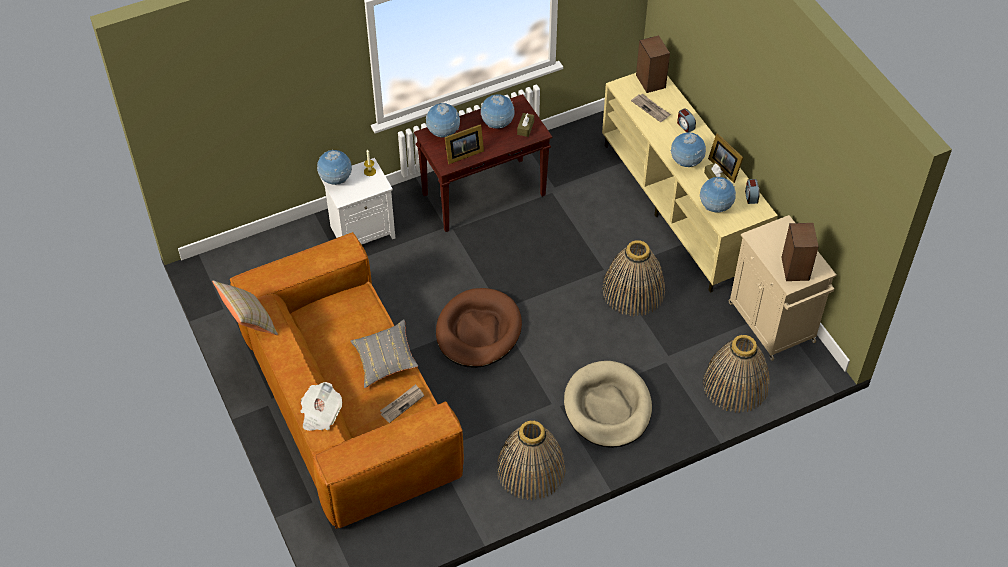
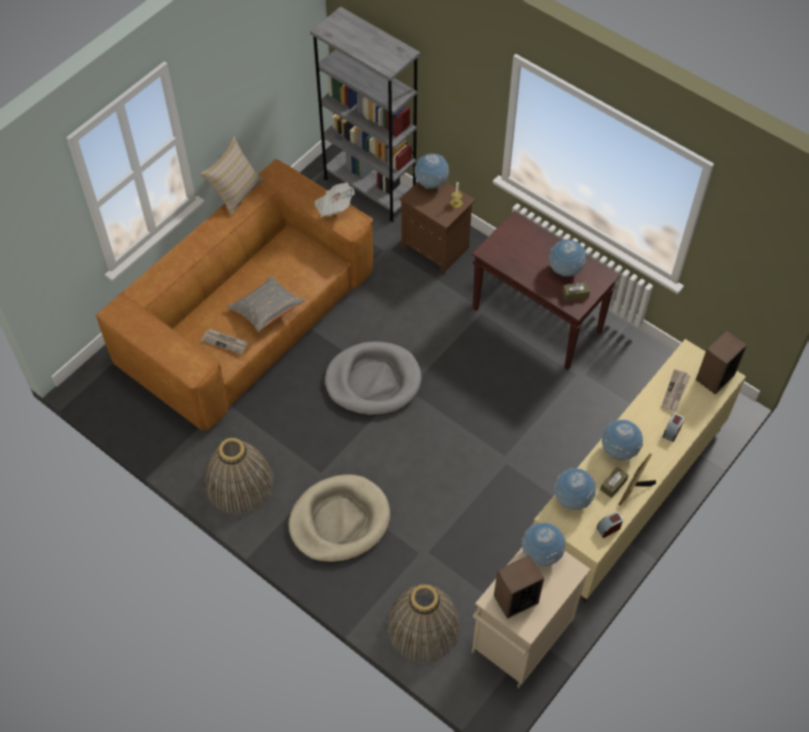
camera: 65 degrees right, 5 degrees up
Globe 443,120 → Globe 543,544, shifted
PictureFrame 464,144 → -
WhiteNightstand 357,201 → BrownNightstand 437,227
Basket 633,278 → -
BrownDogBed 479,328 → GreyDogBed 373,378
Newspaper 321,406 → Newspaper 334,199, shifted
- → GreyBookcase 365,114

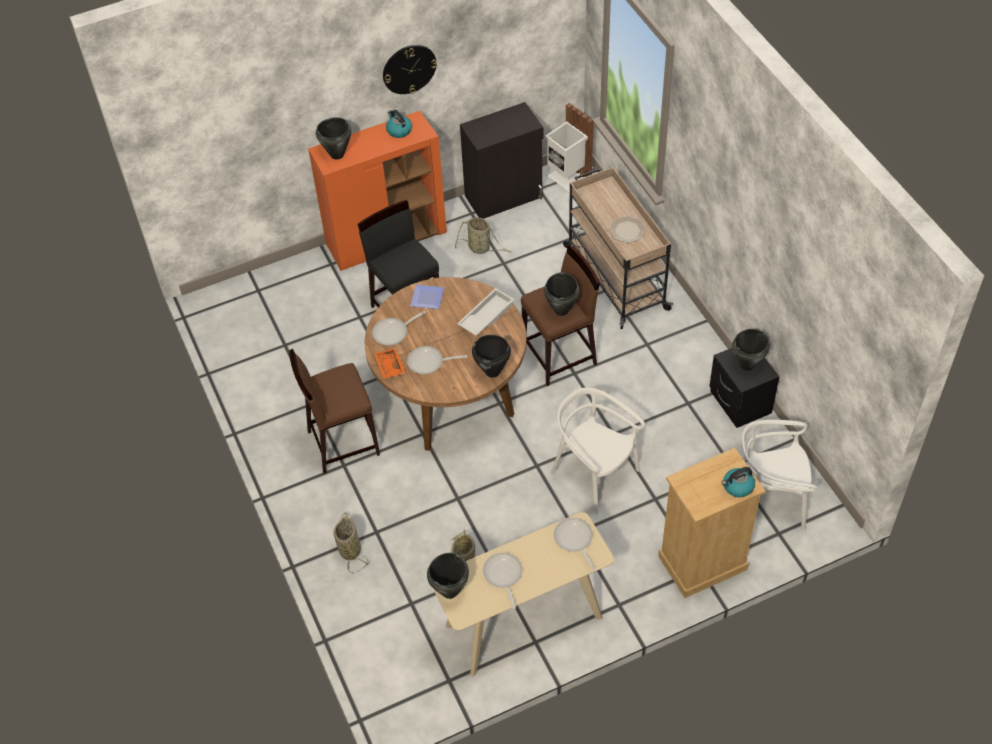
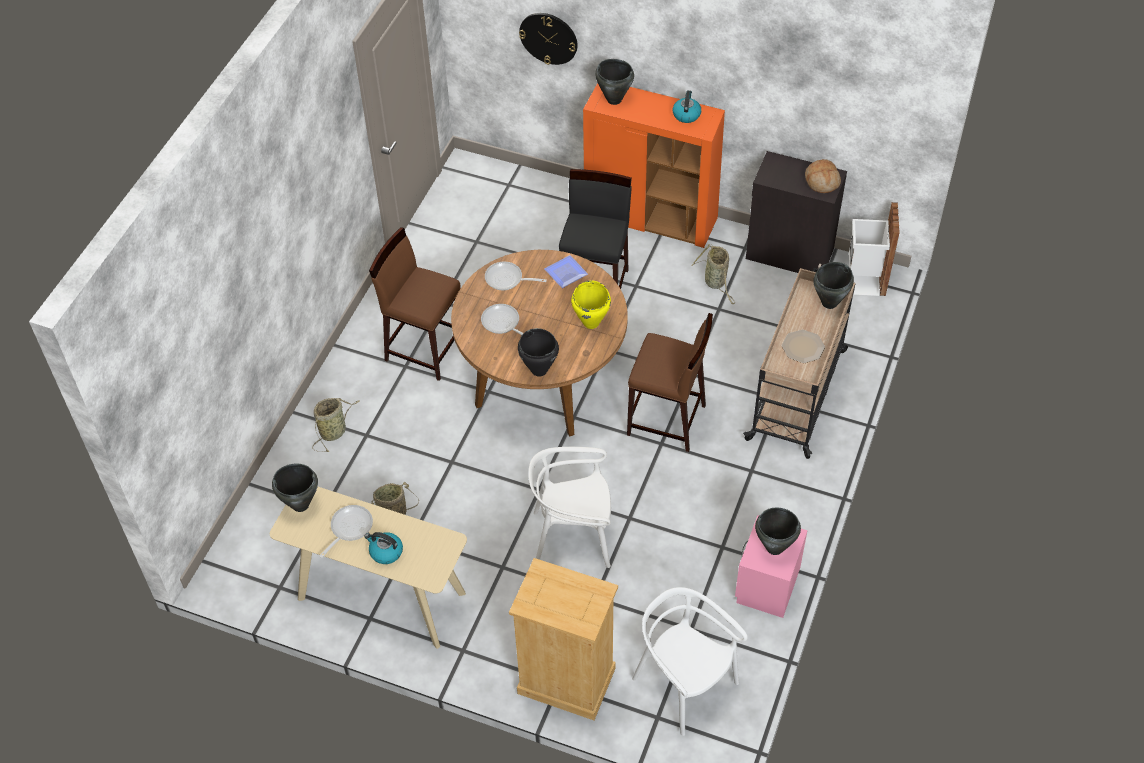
camera: 45 degrees right, 0 degrees up
WallClock 410,69 → WallClock 548,39, shifted
BlackCookingPot 561,294 → BlackCookingPot 833,285, shifted
WhiteTray 485,312 → YellowCookingPot 591,304
OrangeTray 389,363 → -
BlackNightstand 744,388 → PinkNightstand 771,566
WhiteChair 598,451 → WhiteChair 570,507, 90 degrees counterclockwise
Kettle 738,482 → Kettle 383,548, shifted
FryingPan 574,544 → -
- → Bread 823,176

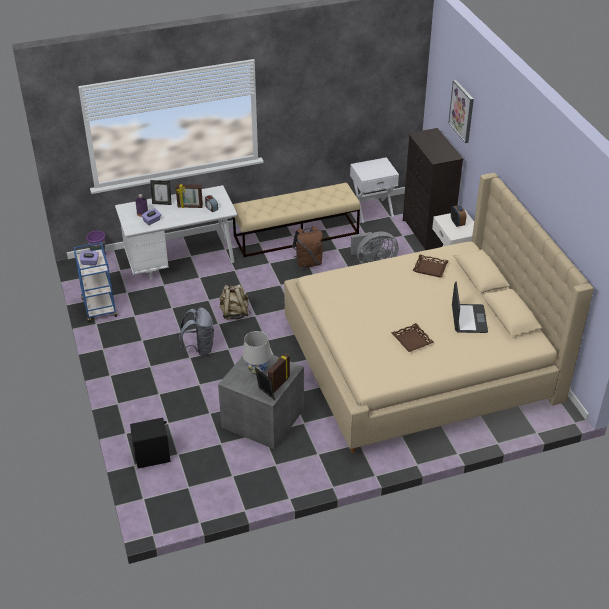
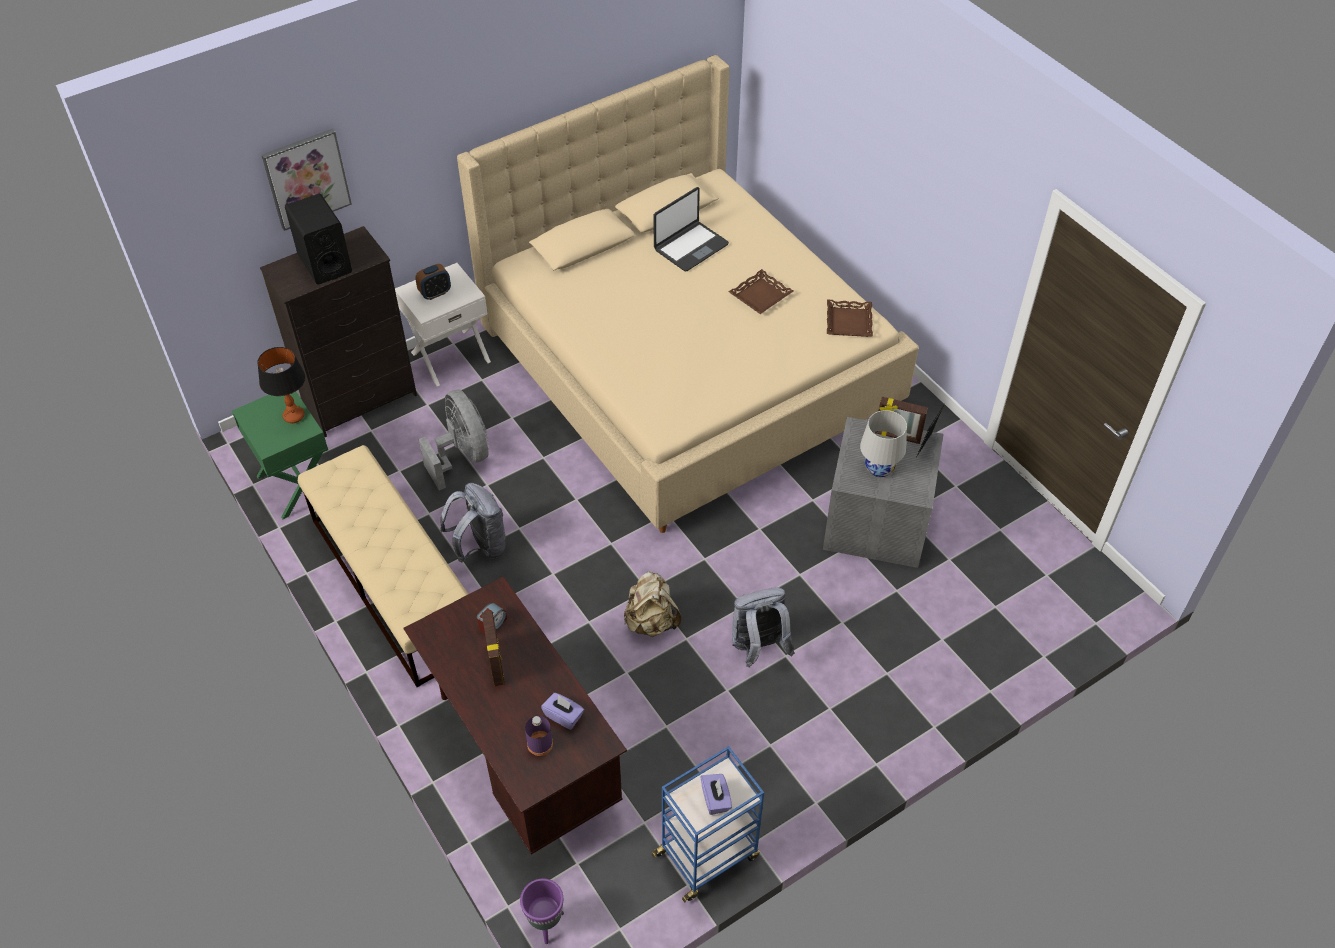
camera: 105 degrees left, 10 degrees up
WhiteNightstand 374,190 → GreenNightstand 280,455
PictureFrame 161,192 → -
WhiteDesk 176,232 → BrownDesk 515,716
BrownBackpack 307,247 → GreyBackpack 473,523
BrownTray 431,265 → BrownTray 850,318, shifted
Laptop 470,307 → Laptop 691,229, 150 degrees clockwise
BlackSpeaker 150,443 → BlackSpeaker 318,239, shifted
- → TableLamp 281,385

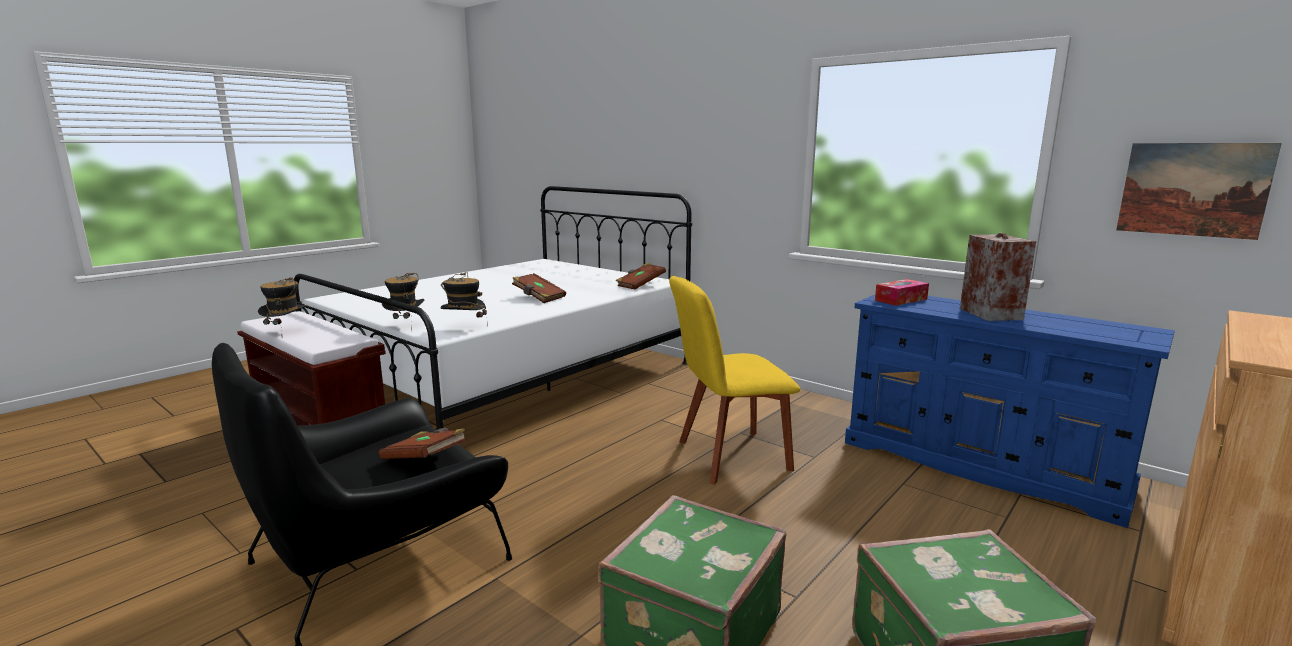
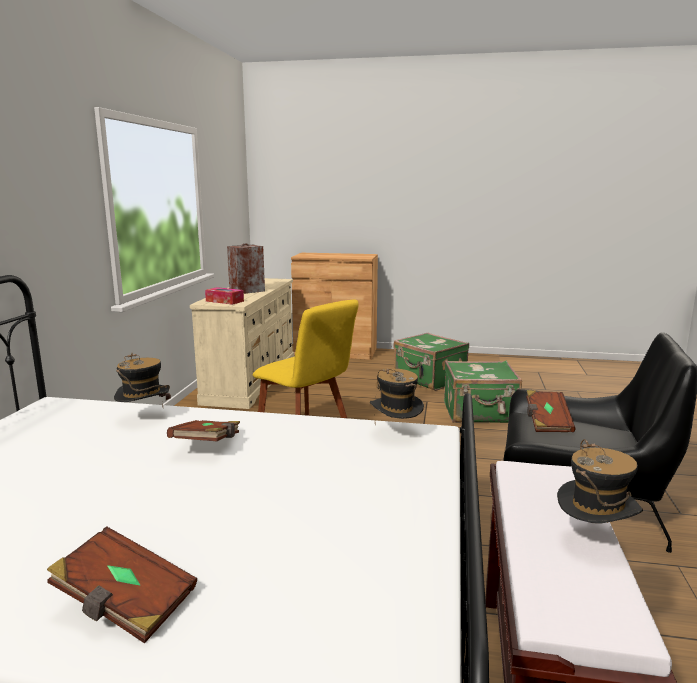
camera: 120 degrees left, 0 degrees up
Picture 1199,191 → -
BrownBook 641,276 → BrownBook 122,584, shifted
Hat 403,301 → Hat 142,378, shifted
BlueDresser 1010,411 → BeigeDresser 242,343

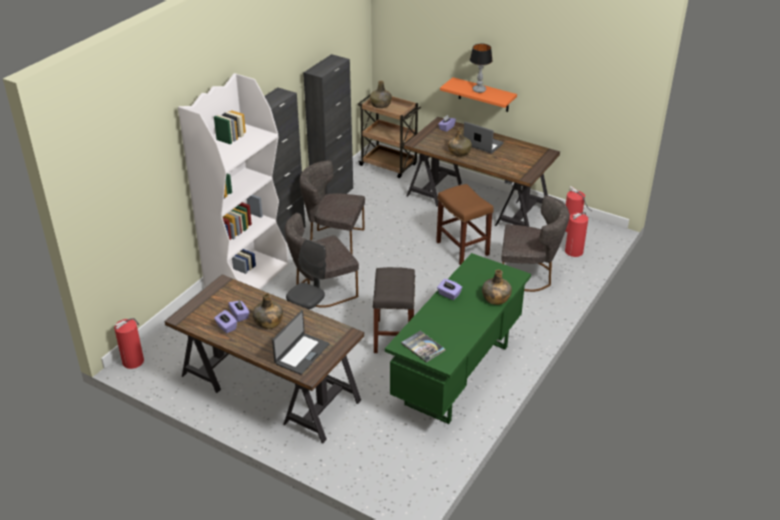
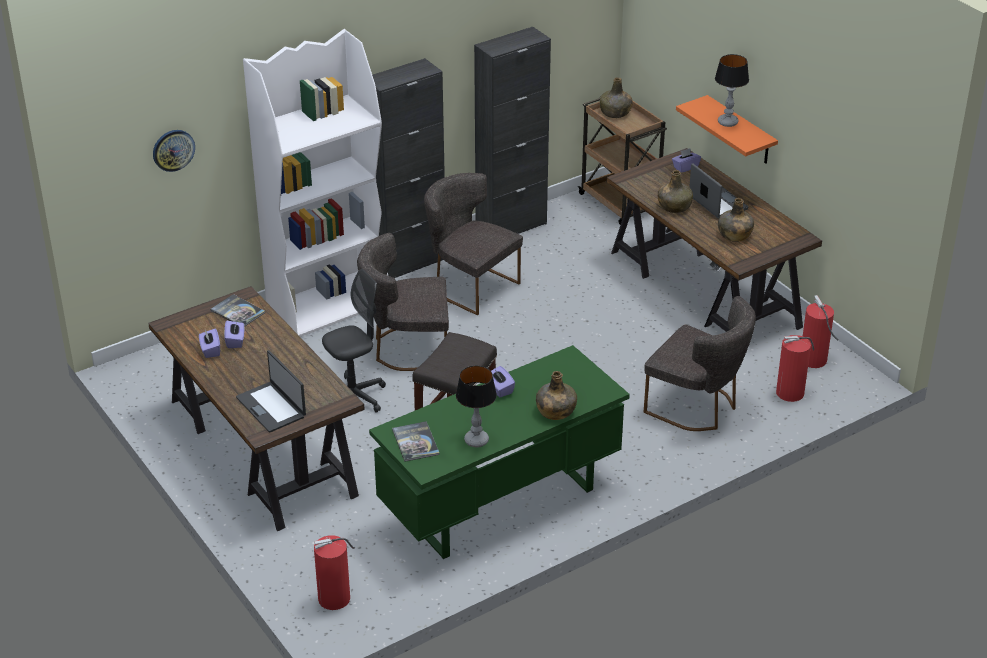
camera: 25 degrees right, 0 degrees up
BrownStool 465,224 → -
GreenBottle 268,311 → GreenBottle 736,220, shifted
Laptop 301,342 → Laptop 271,391, 90 degrees clockwise
FireExtinguisher 129,343 → FireExtinguisher 334,572, shifted
- → WallClock 174,151
- → Book 237,310
- → TableLamp 476,406

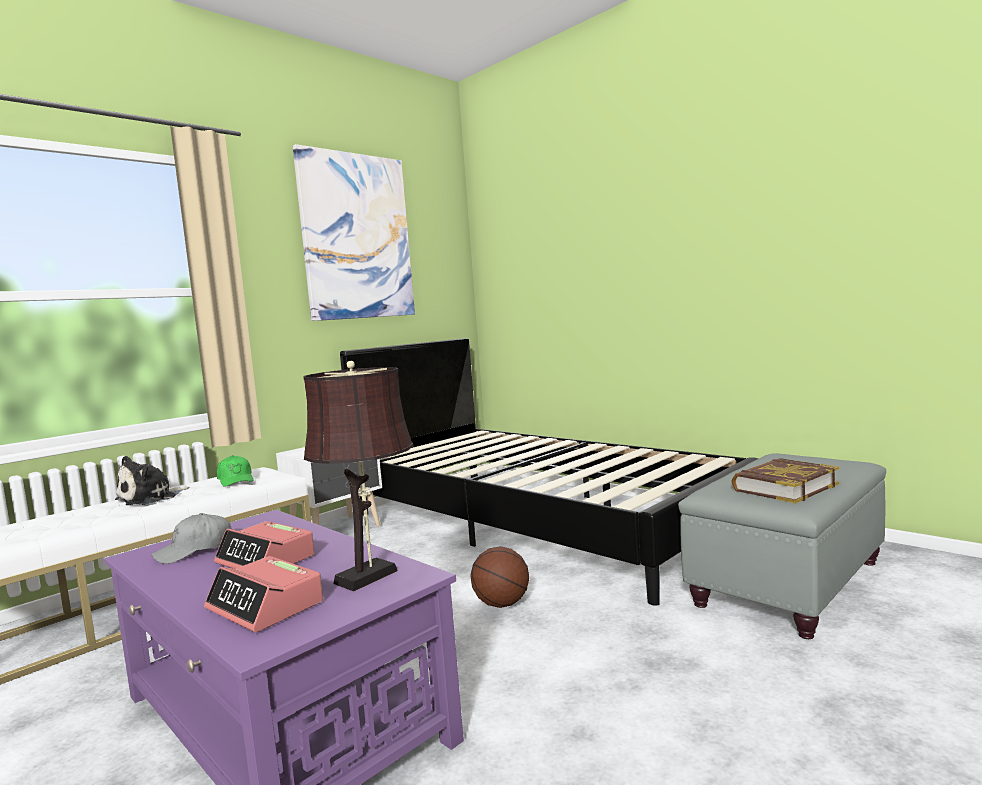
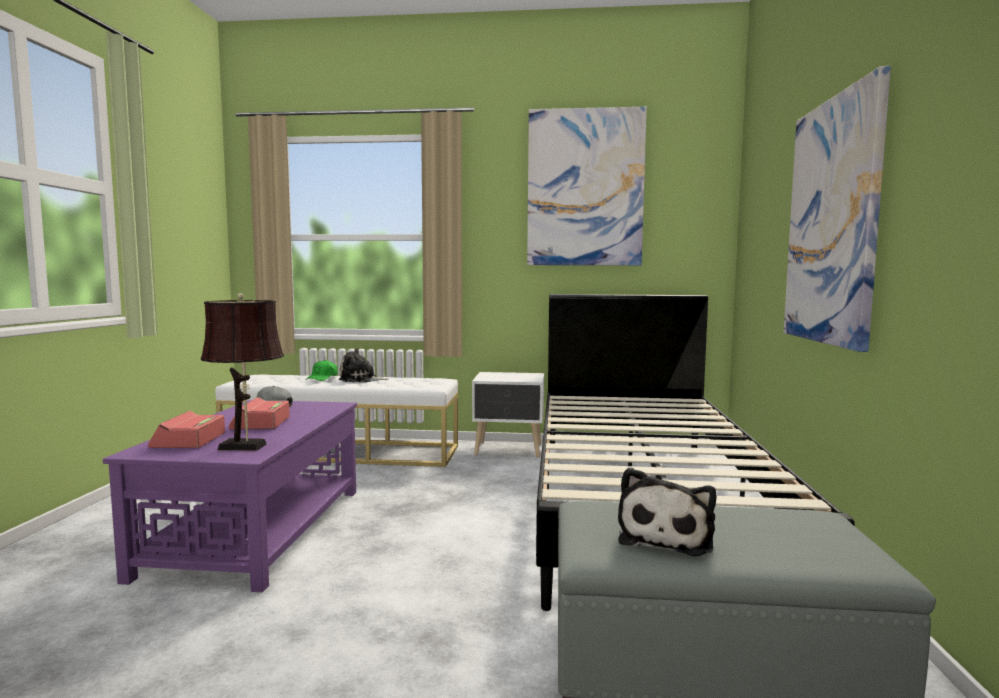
camera: 50 degrees right, 0 degrees up
GreenCap 235,471 → GreenCap 321,370, shifted
Book 785,480 → PlushToy 667,511
Basketball 499,577 → -
- → Picture 837,209

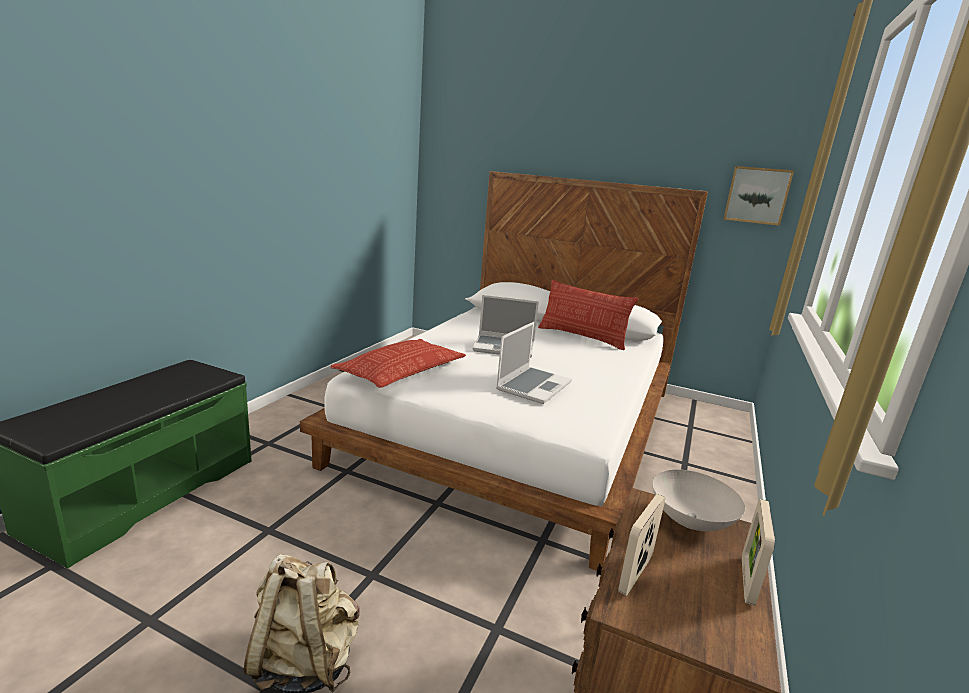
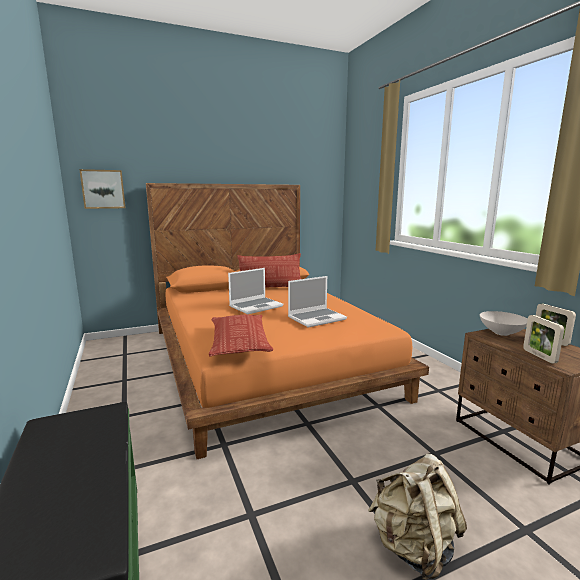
camera: 45 degrees left, 5 degrees down
Picture 758,196 → Picture 102,189, shifted
WhiteBed 504,371 → OrangeBed 287,321
Laptop 534,363 → Laptop 317,302, 75 degrees clockwise

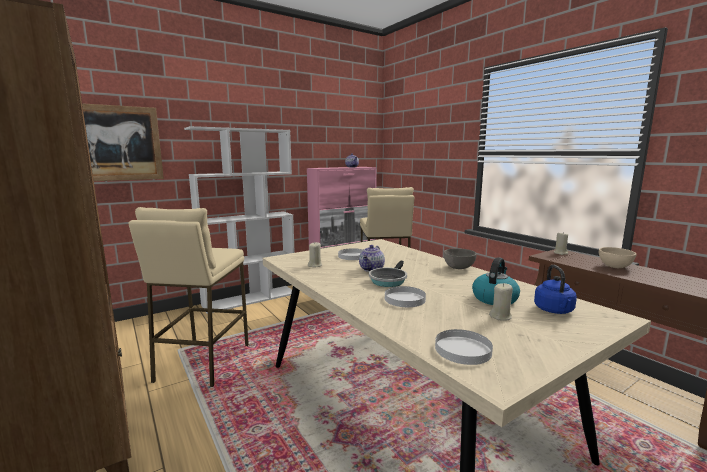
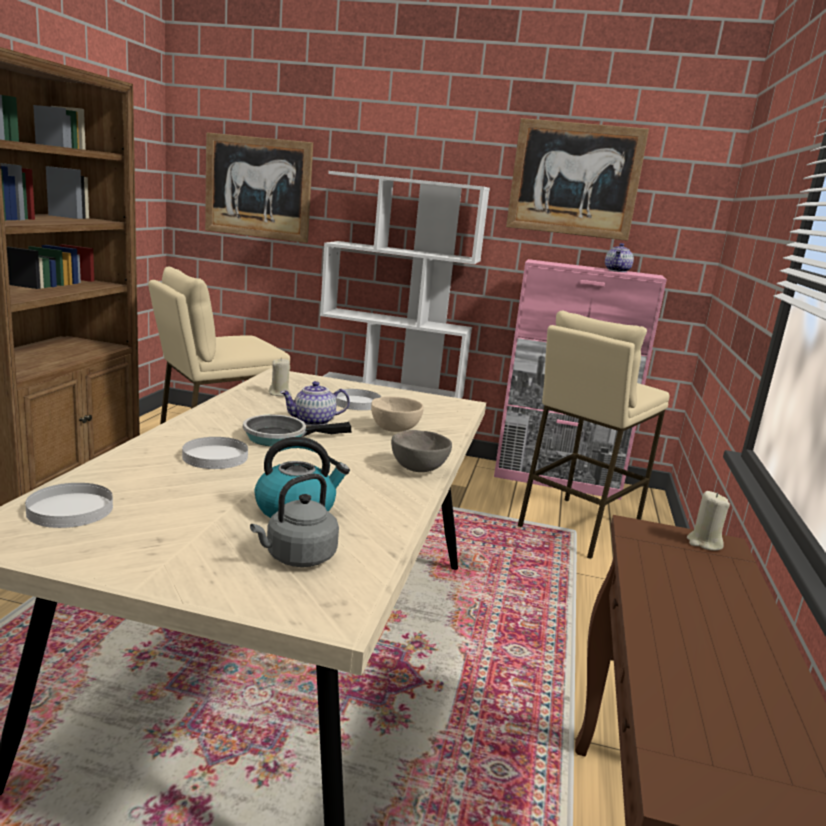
camera: 45 degrees right, 5 degrees up
BeigeBowl 618,257 → BeigeBowl 397,414, shifted
BlueKettle 555,289 → GreyKettle 294,520
BeigeCandle 501,302 → -
- → Picture 577,179

